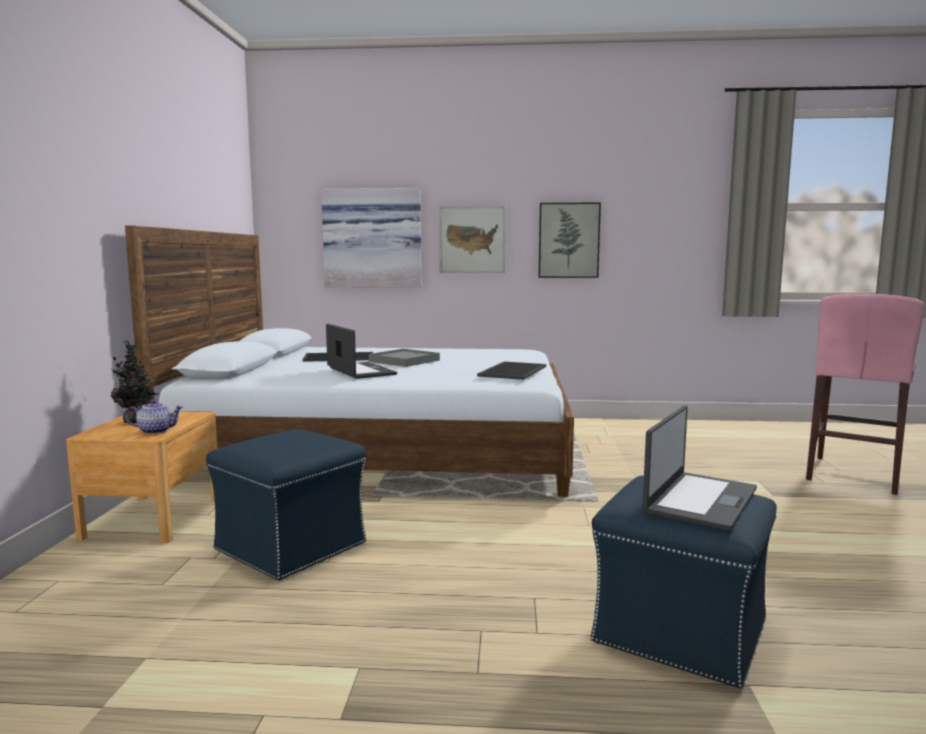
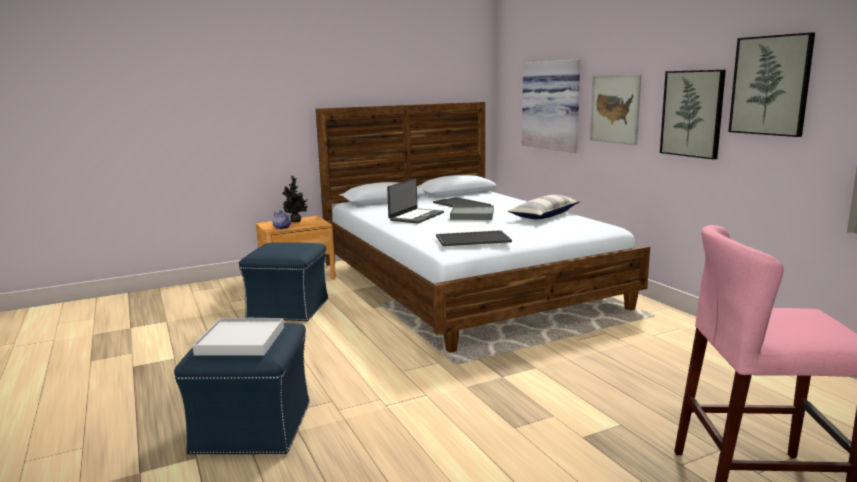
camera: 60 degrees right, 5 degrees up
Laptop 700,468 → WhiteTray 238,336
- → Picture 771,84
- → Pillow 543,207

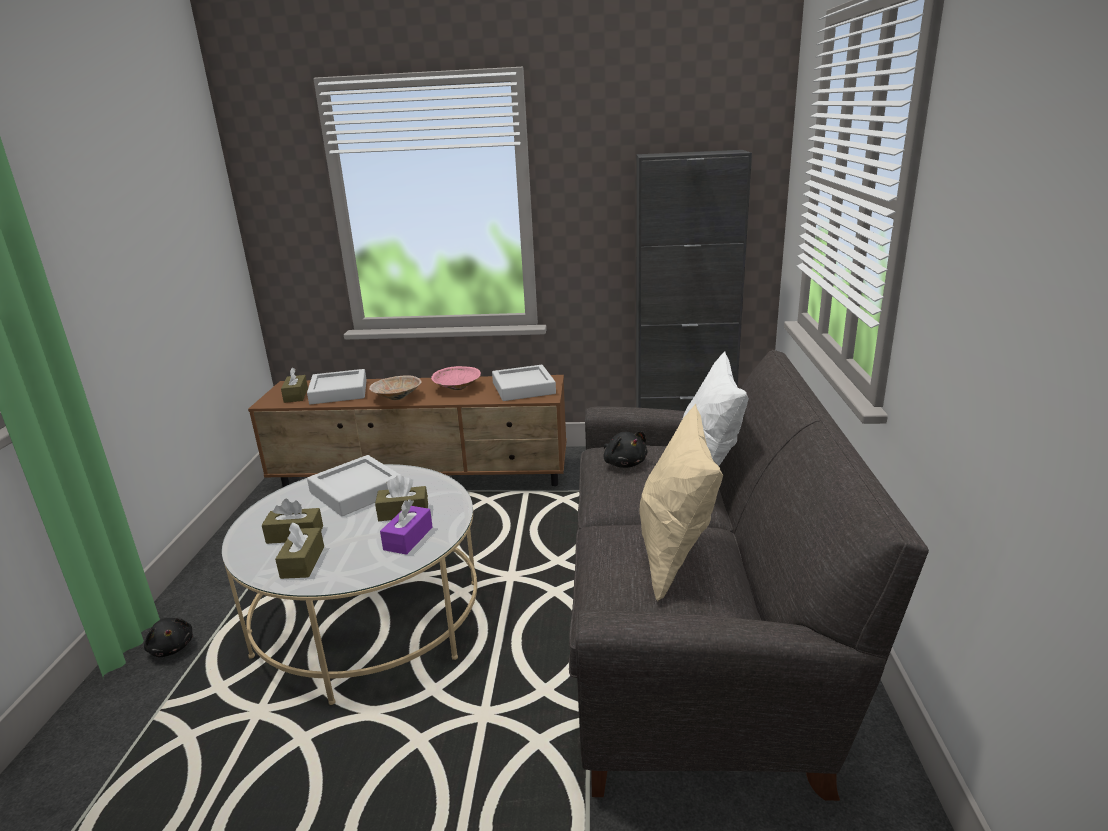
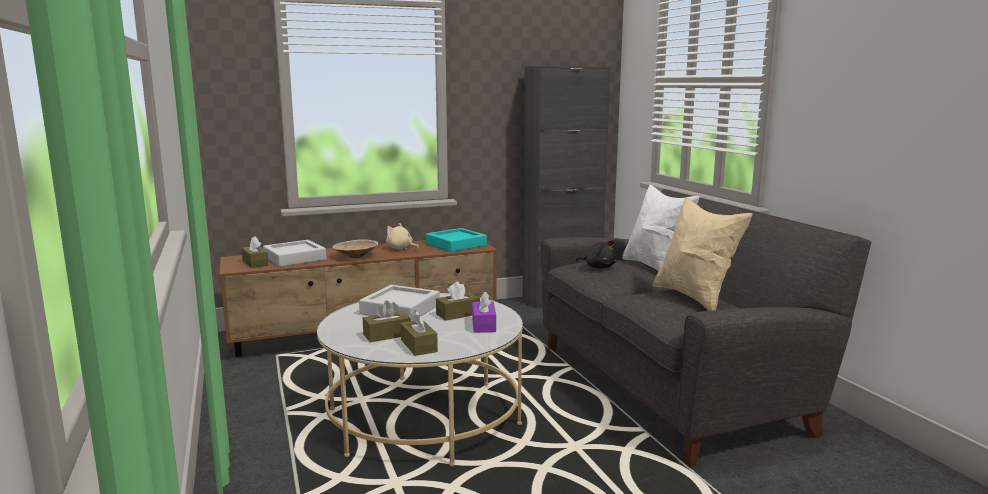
camera: 25 degrees left, 10 degrees down
GreyTray 524,383 → TurquoiseTray 456,240
PinkBowl 456,378 → BeigePlushToy 402,236
BlackPlushToy 168,638 → -

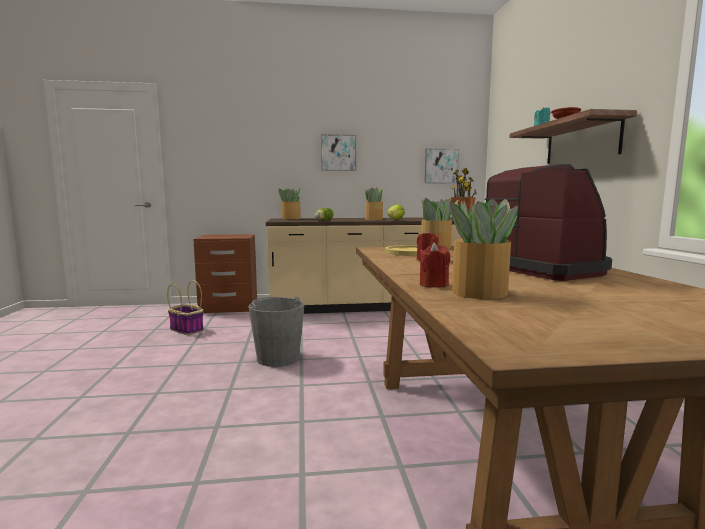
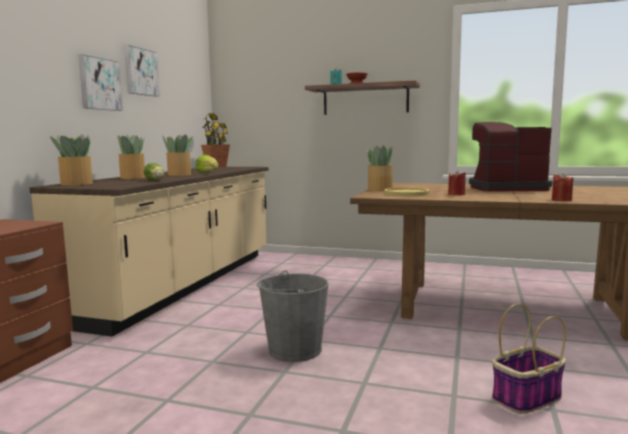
camera: 65 degrees left, 0 degrees up
Picture 442,165 → Picture 142,70, shifted
PottedPlant 483,248 → PottedPlant 131,157, shifted
Basket 185,307 → Basket 529,358, shifted

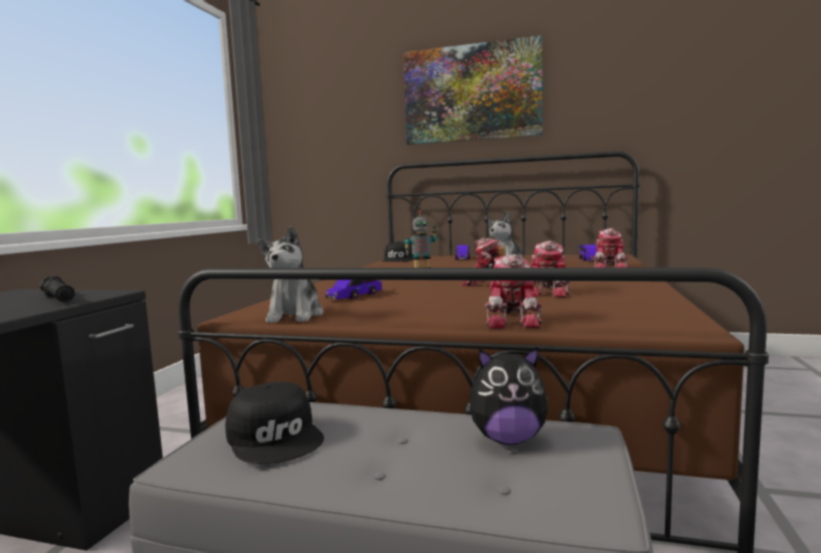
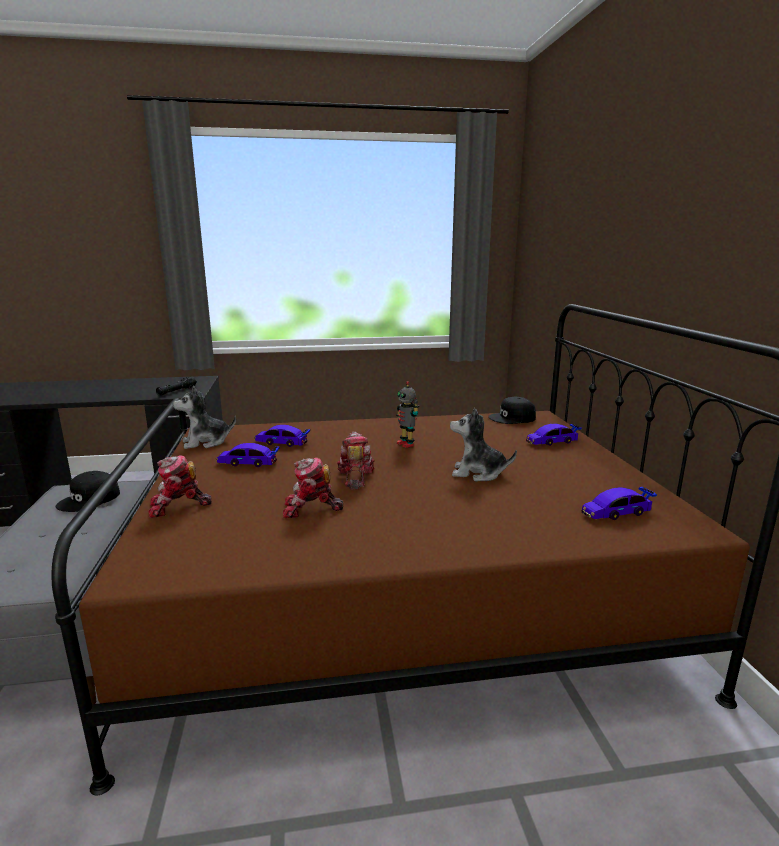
camera: 65 degrees right, 10 degrees up
Picture 473,90 → -
ToyRobot 610,248 → -
PlushToy 509,396 → -
- → ToyCar 247,455

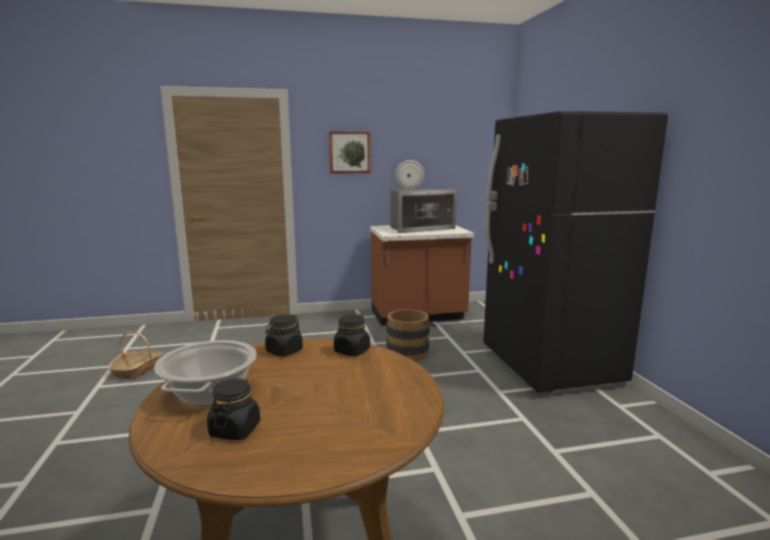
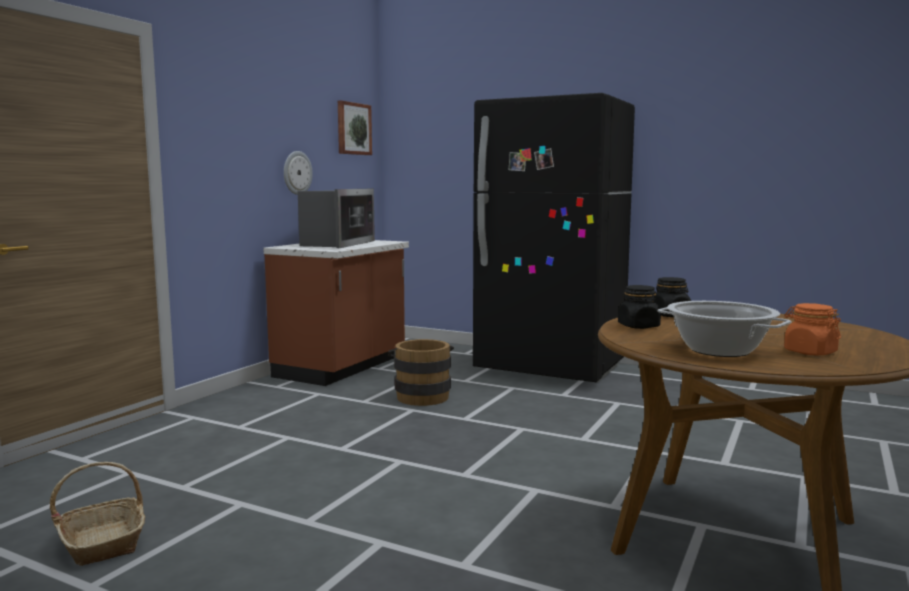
camera: 50 degrees left, 5 degrees down
Picture 349,152 → Picture 355,127, shifted
BlackJar 233,409 → OrangeJar 812,329

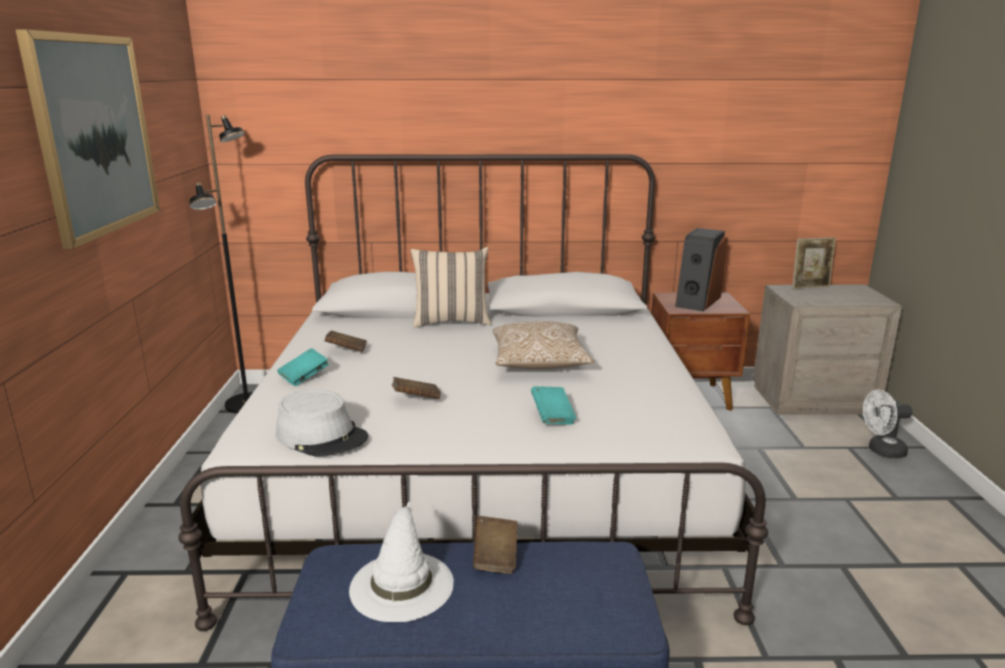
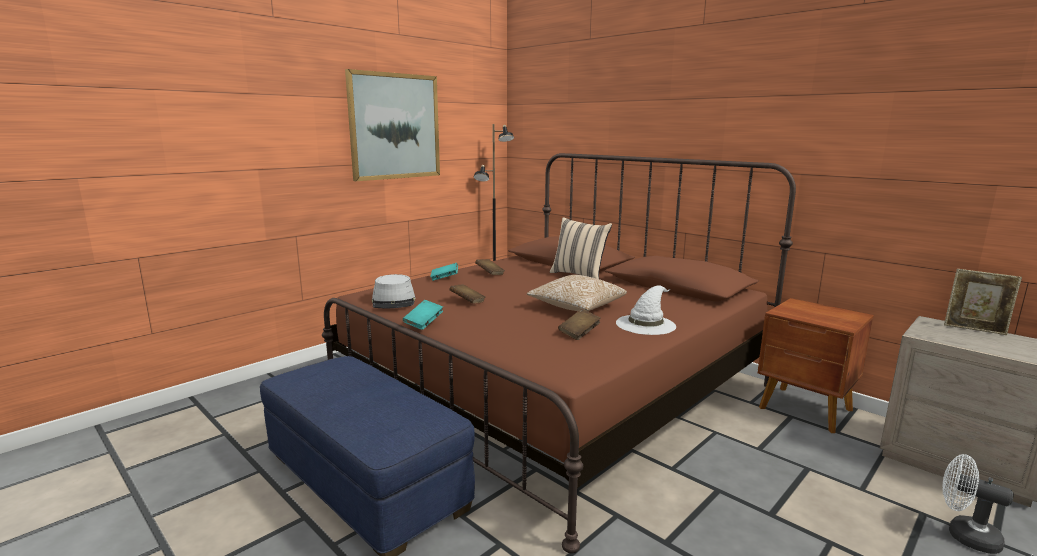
camera: 45 degrees right, 5 degrees down
WhiteBed 473,392 → BrownBed 559,353
Speaker 701,269 → -
TurquoiseBook 553,405 → TurquoiseBook 423,315, shifted
WhiteHat 401,562 → WhiteHat 646,310, shifted
BrownBook 495,545 → BrownBook 579,324, shifted

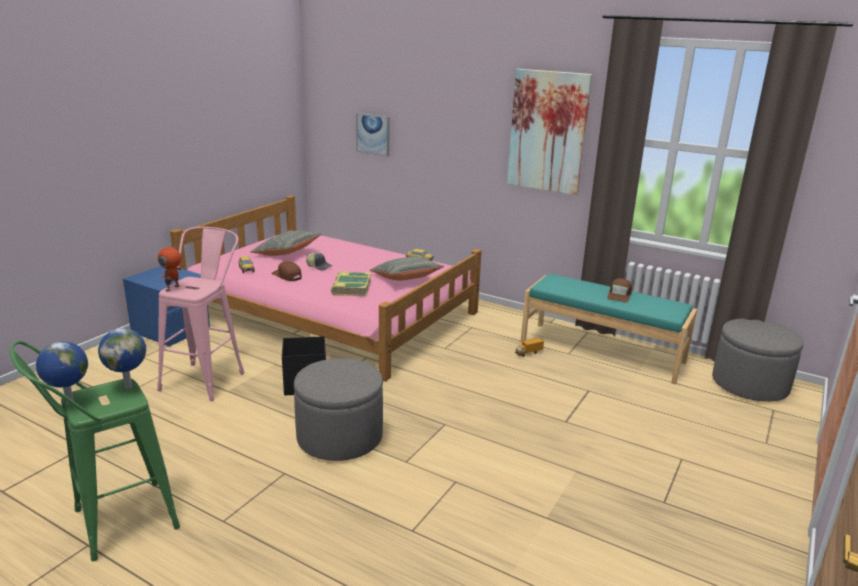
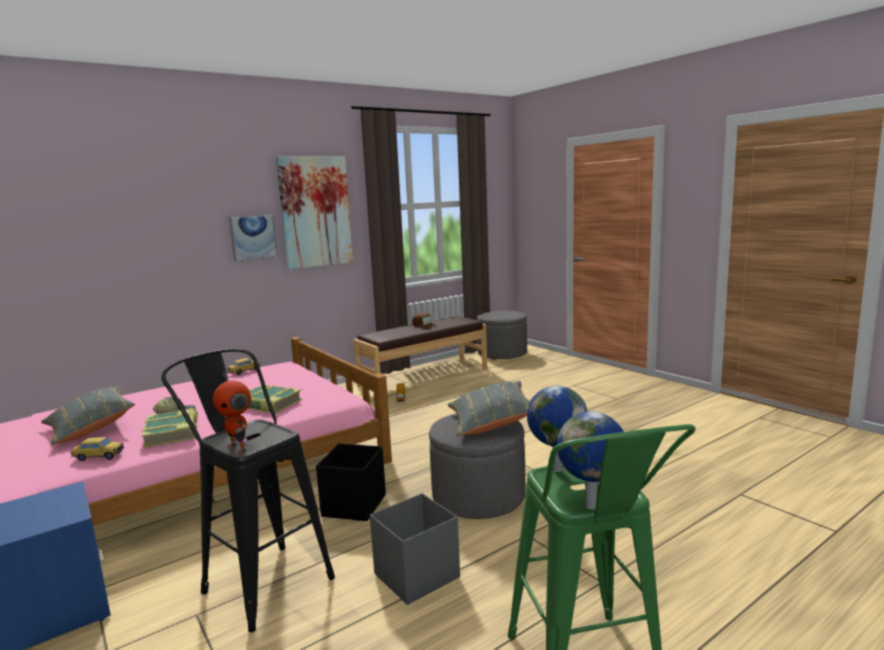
camera: 65 degrees left, 10 degrees down
Picture 373,134 → Picture 253,237, shifted
PinkStool 200,314 → BlackStool 248,490
GreyPillow 407,269 → GreyPillow 489,408, shifted
BrownCap 286,271 → Book 169,428
TurquoiseBench 609,329 → BrownBench 420,352
- → GreyStorageBox 415,549

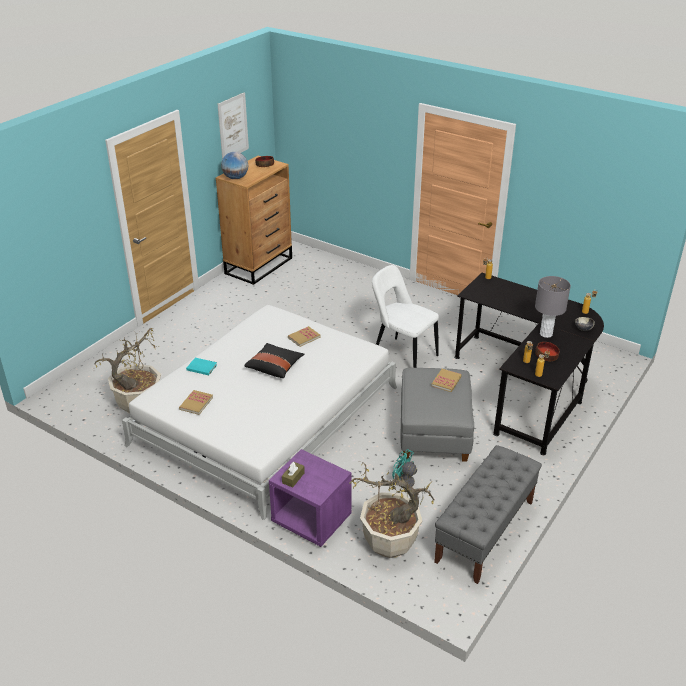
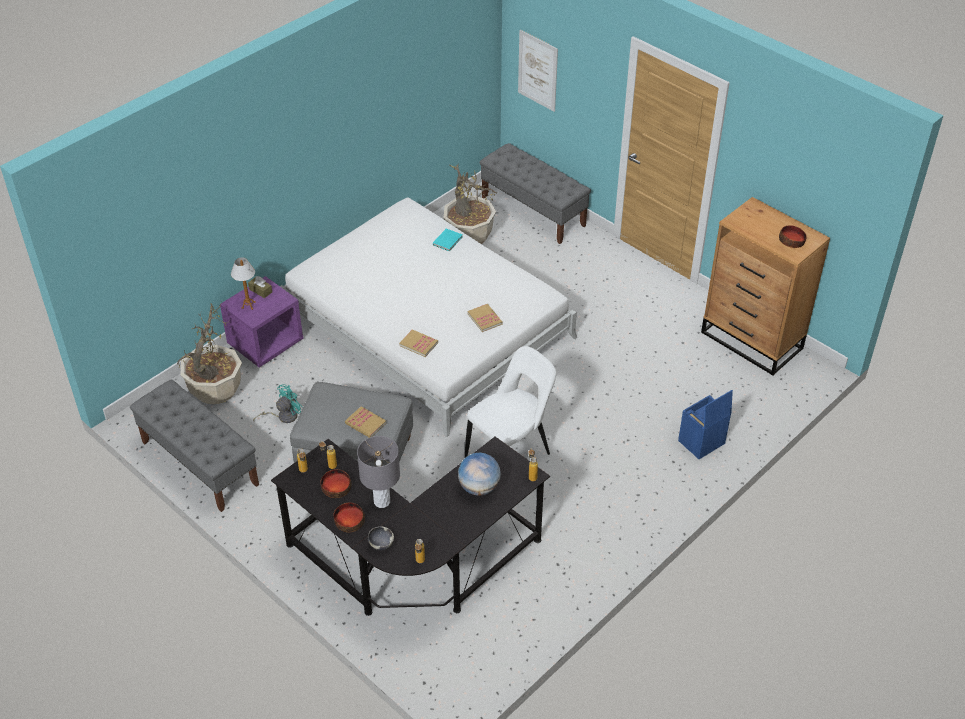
camera: 100 degrees right, 10 degrees up
Picture 233,125 → Picture 538,71, shifted
Globe 234,165 → Globe 479,474, shifted
BlackPillow 274,360 → -
Book 196,402 → Book 418,343, shifted
- → GreyBench 535,193
- → TableLamp 243,283
- → BlueStorageBox 705,424
- → Bowl 349,517

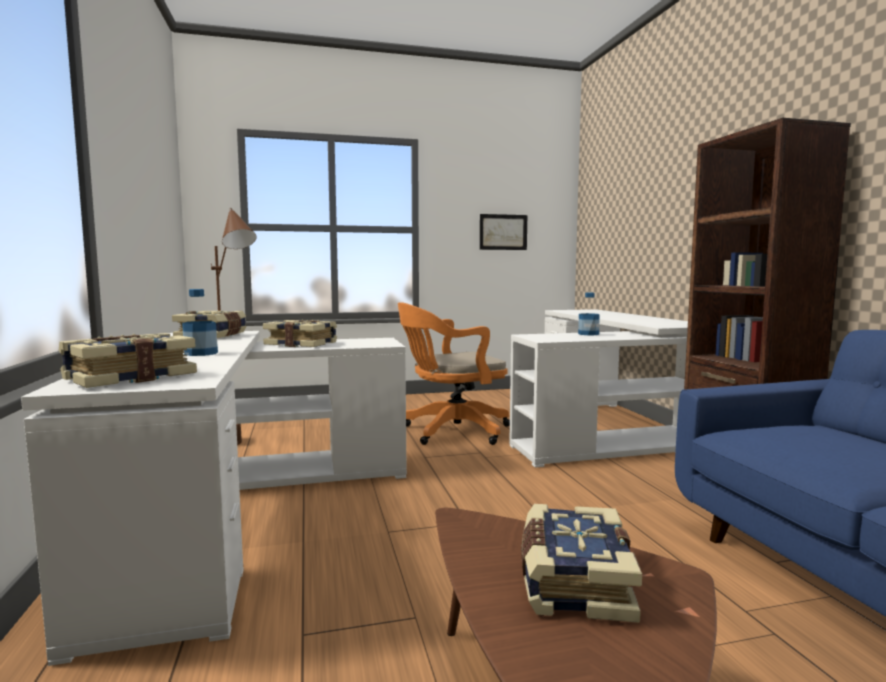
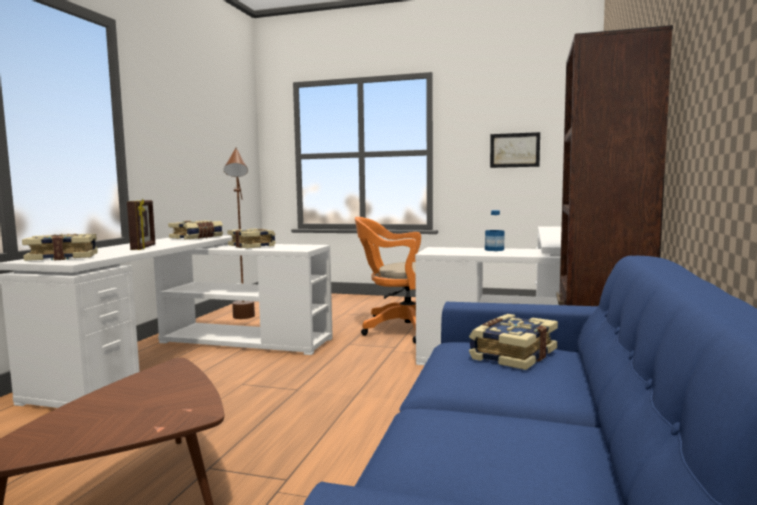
camera: 30 degrees right, 0 degrees up
Bottle 200,322 → PictureFrame 141,224
Book 581,563 → Book 513,342, shifted

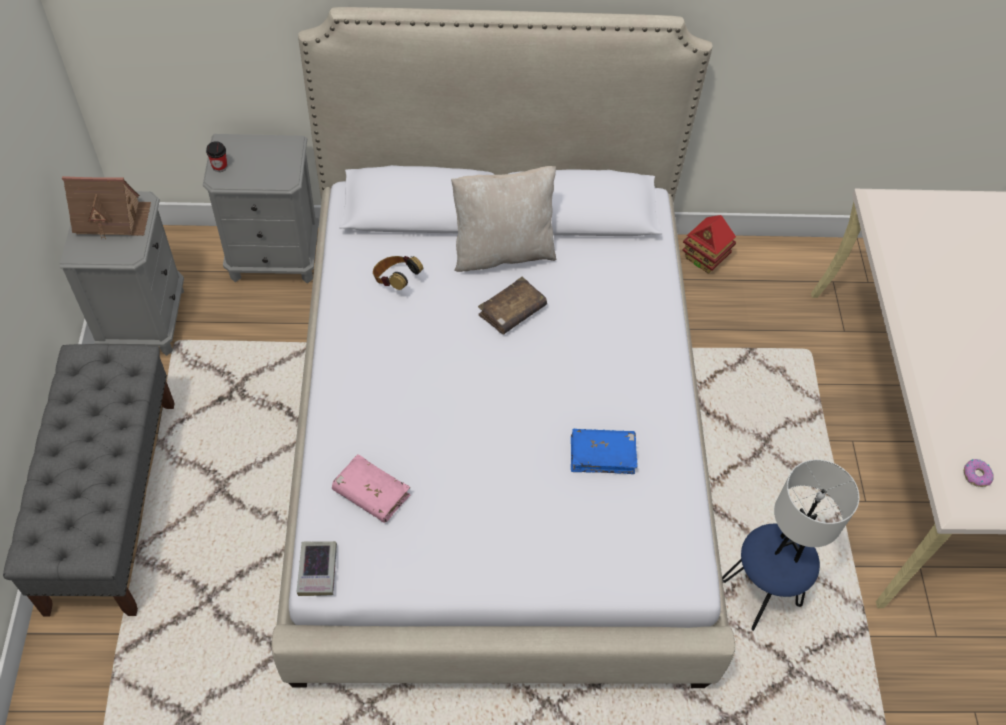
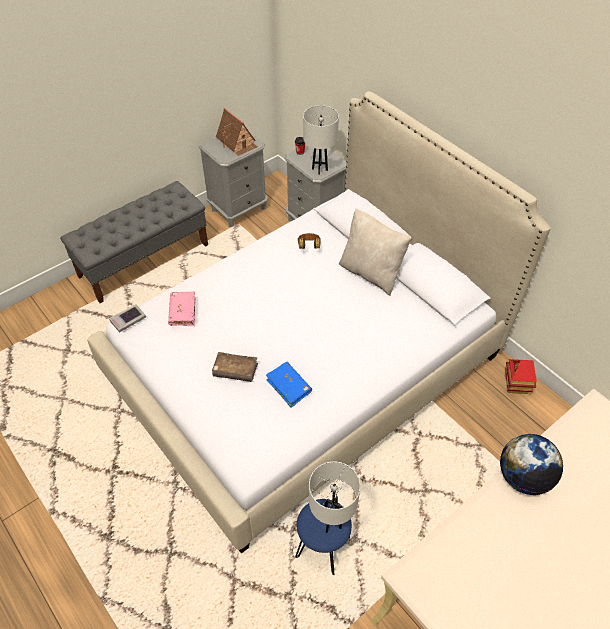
camera: 55 degrees right, 5 degrees down
BrownBook 512,305 → BrownBook 235,367, shifted
Donut 979,473 → -
- → WhiteTableLamp 321,140
- → Globe 531,464

